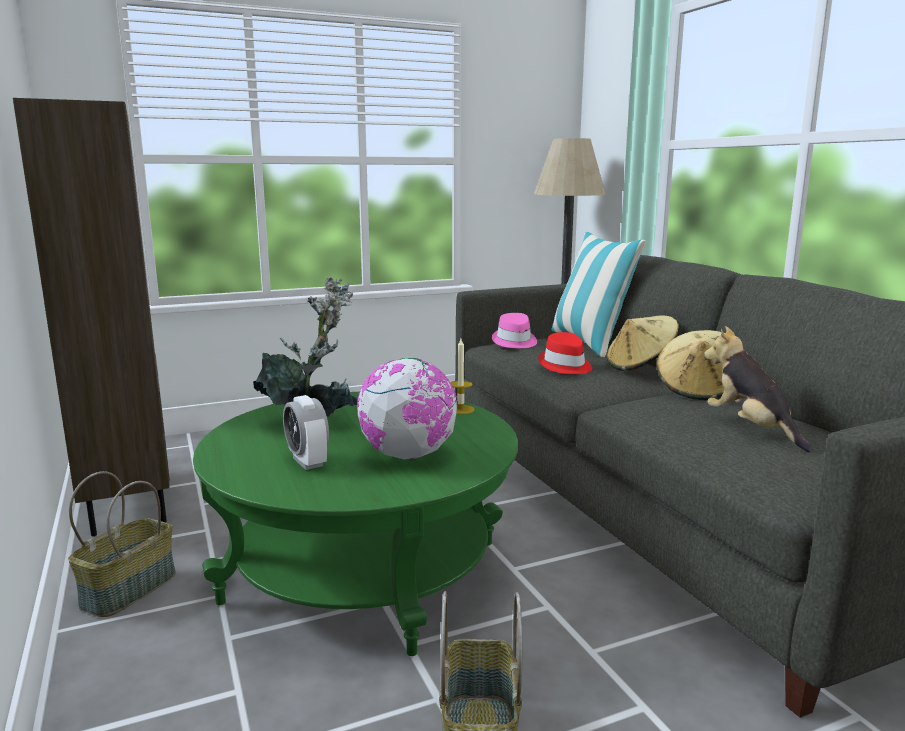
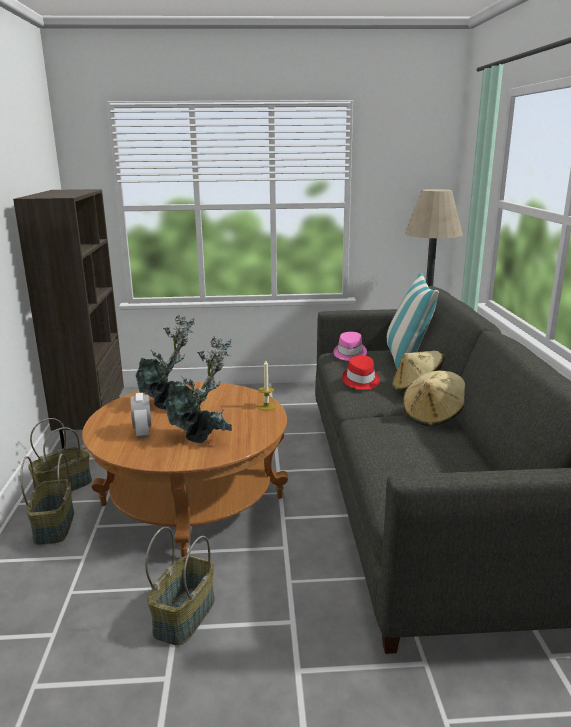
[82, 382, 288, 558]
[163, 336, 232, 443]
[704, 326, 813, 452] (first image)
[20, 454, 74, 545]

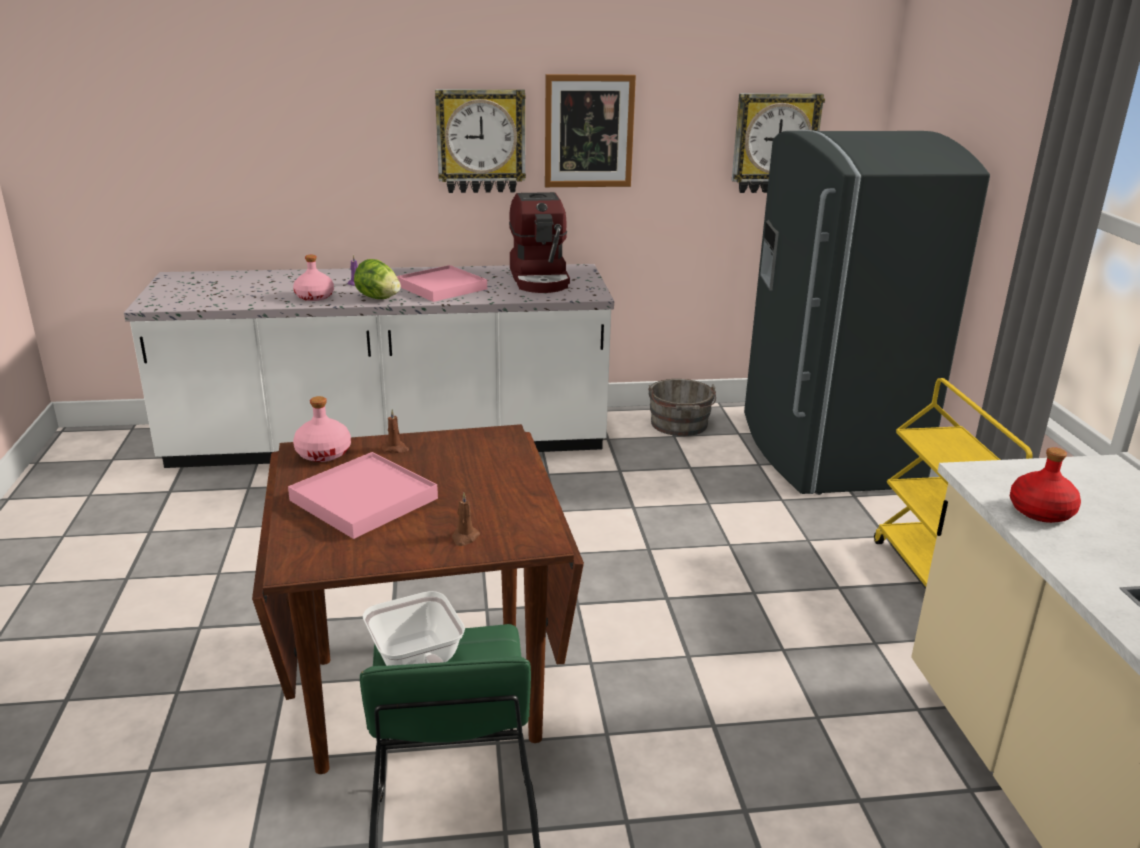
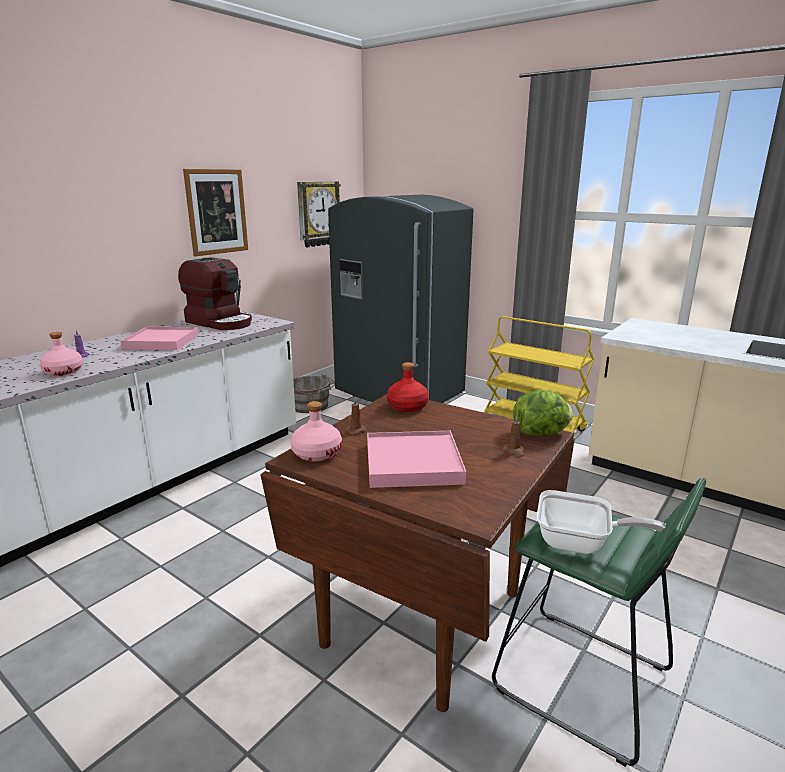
[513, 390, 573, 436]
[435, 89, 526, 193] (first image)
[387, 362, 429, 412]

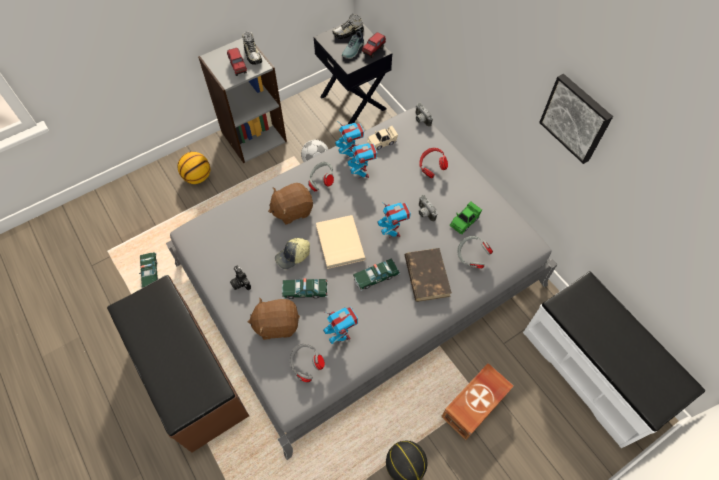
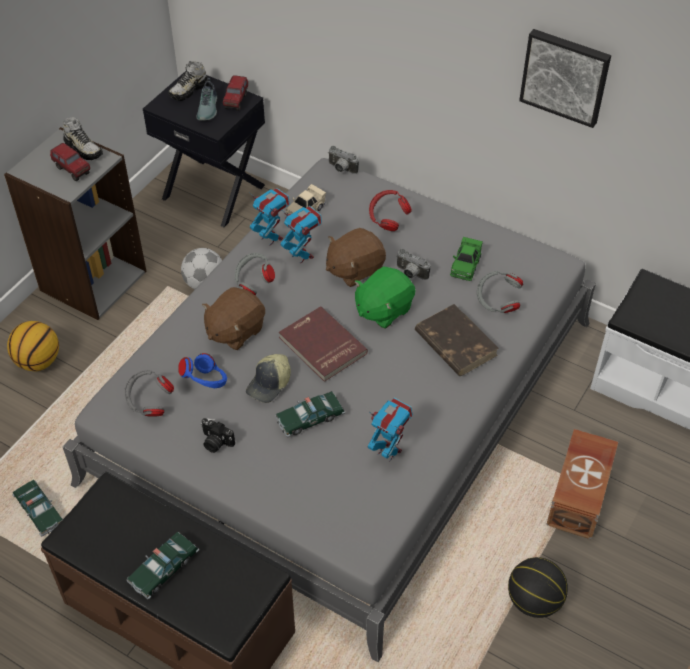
[326, 228, 386, 287]
[124, 370, 174, 416]
[279, 306, 368, 382]
[127, 532, 199, 599]
[354, 267, 416, 329]
[178, 353, 227, 388]

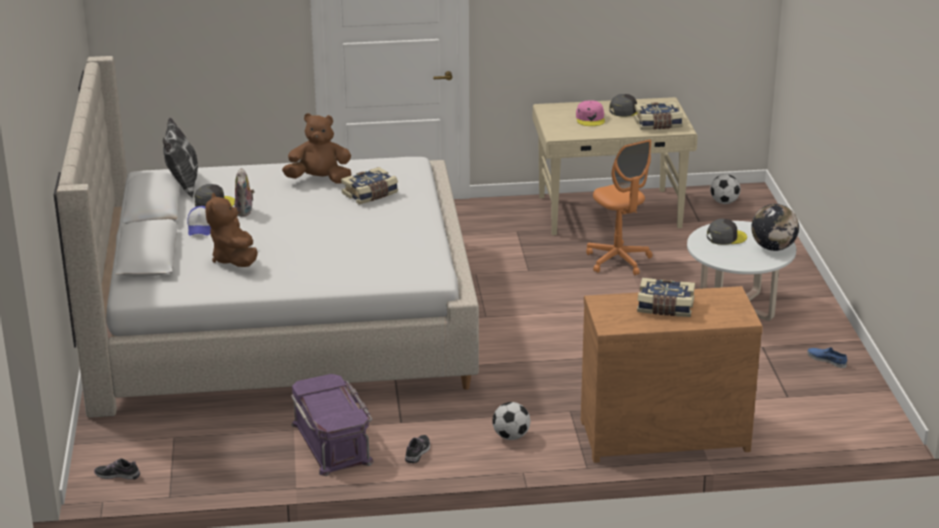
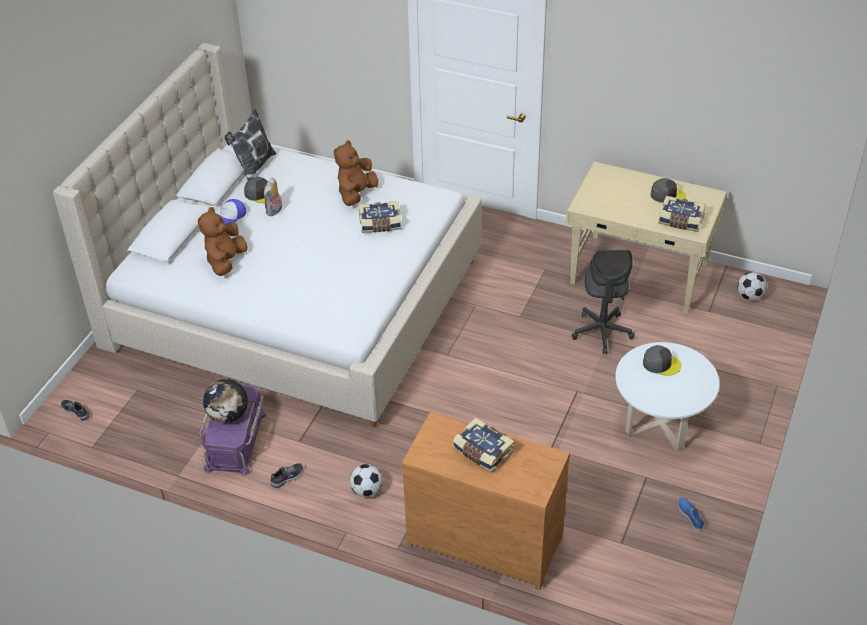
[334, 140, 378, 206]
[576, 100, 605, 126] (first image)
[572, 250, 635, 354]
[203, 379, 248, 423]

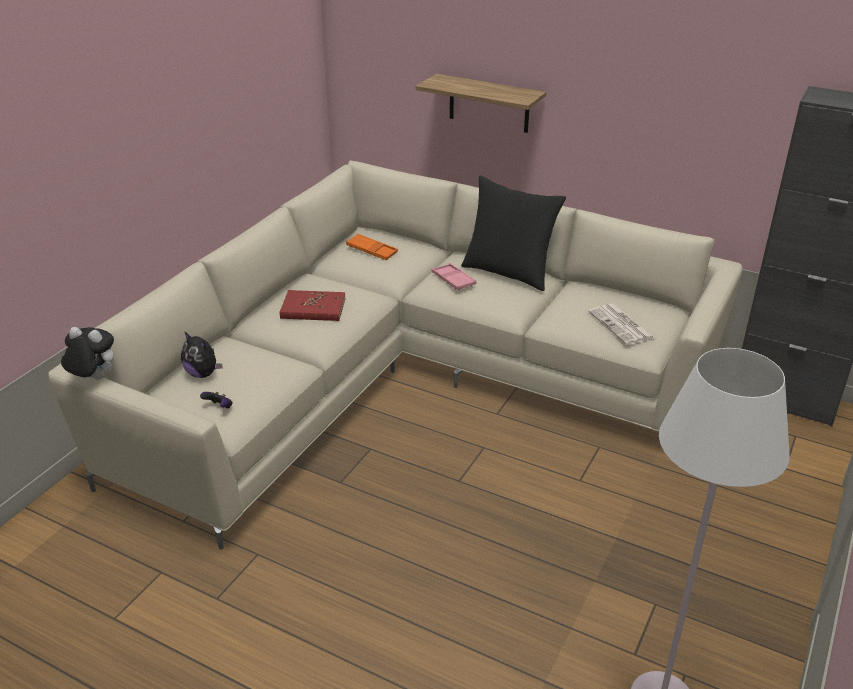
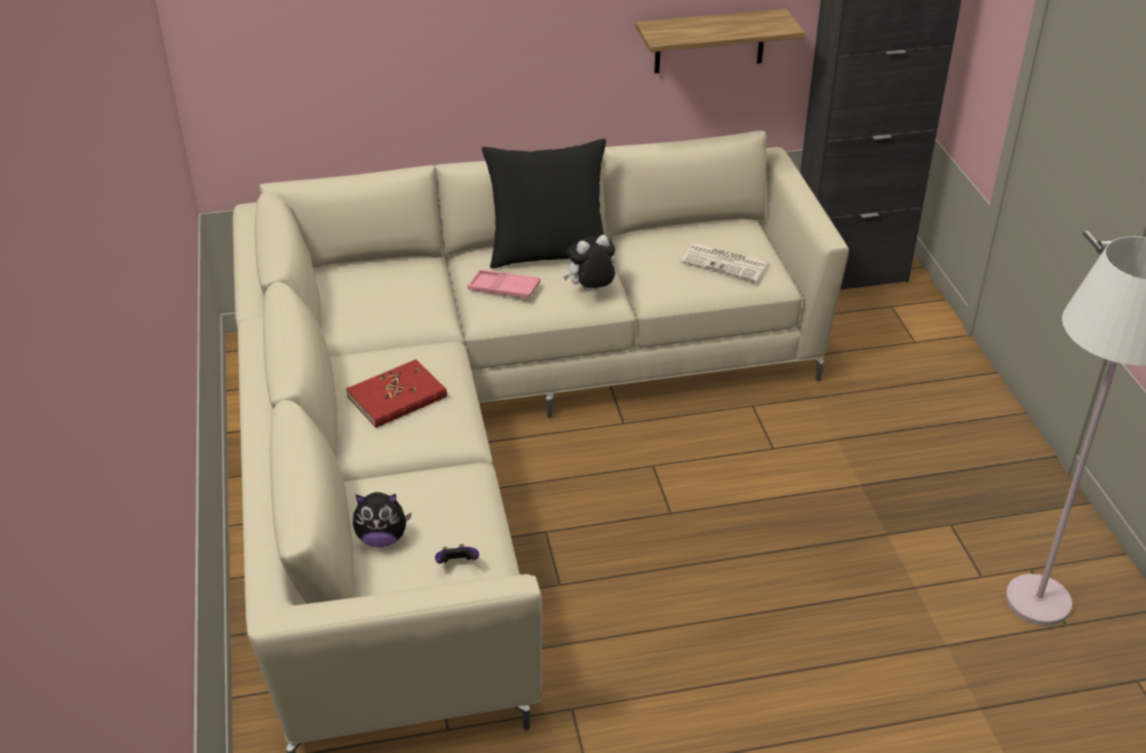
[563, 235, 616, 291]
[346, 234, 398, 260] (first image)
[636, 8, 805, 73]

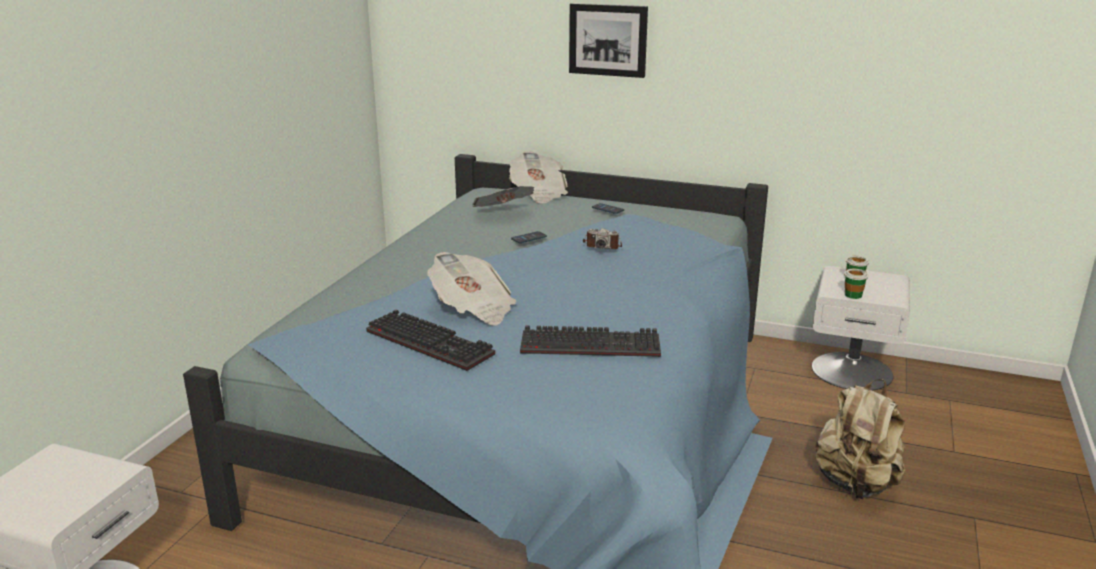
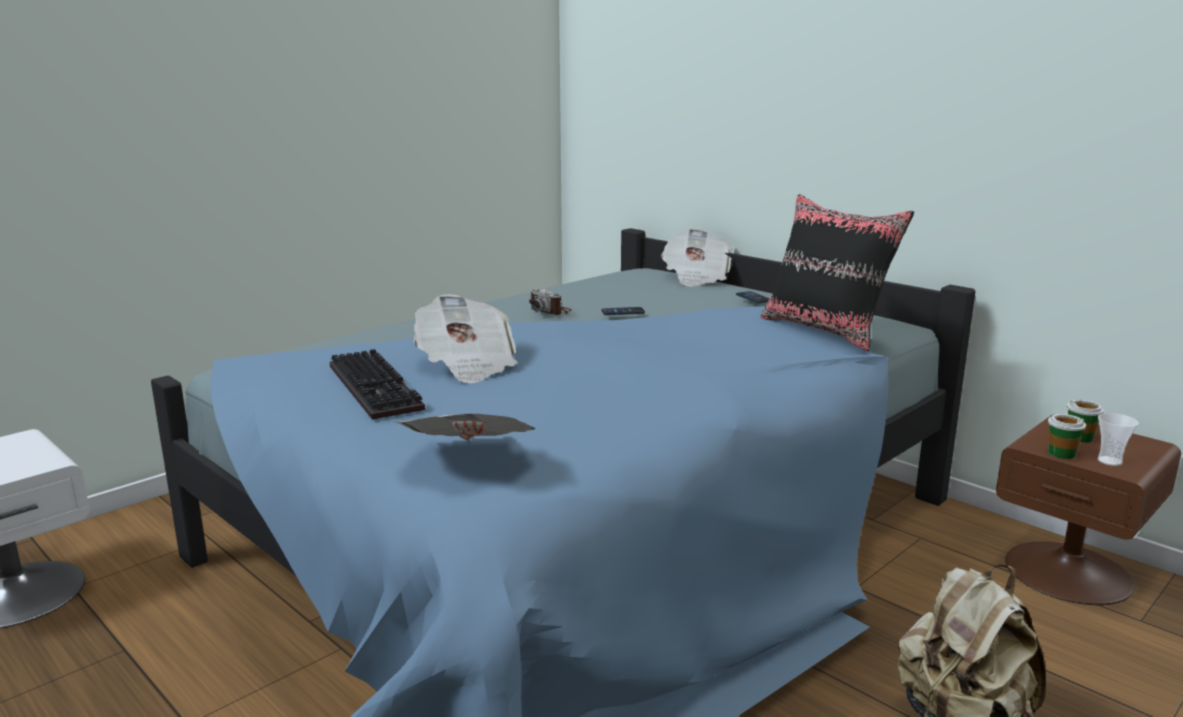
[395, 414, 535, 440]
[520, 325, 661, 357] (first image)
[569, 3, 648, 78] (first image)
[529, 288, 572, 315]
[996, 414, 1181, 605]
[760, 194, 914, 351]
[1098, 413, 1139, 466]

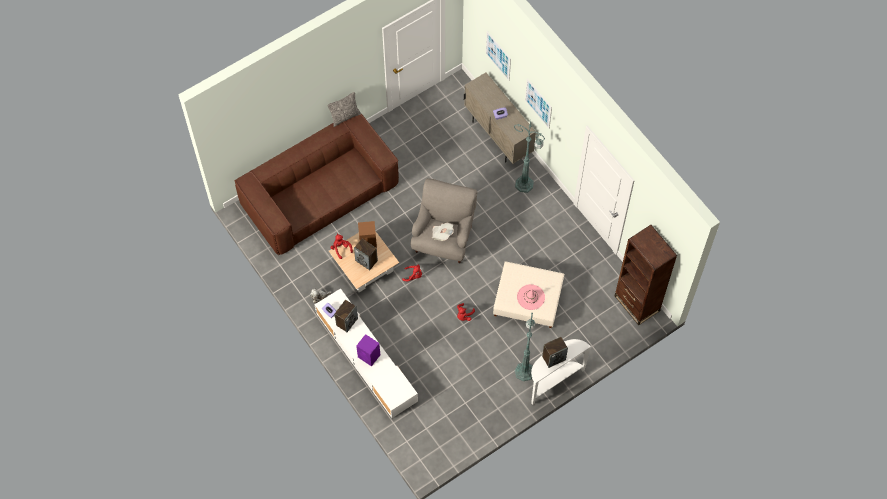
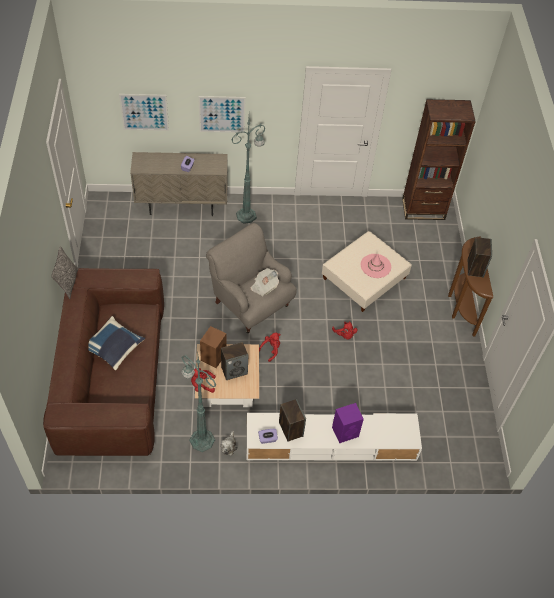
[181, 355, 216, 452]
[448, 237, 493, 336]
[88, 316, 145, 370]

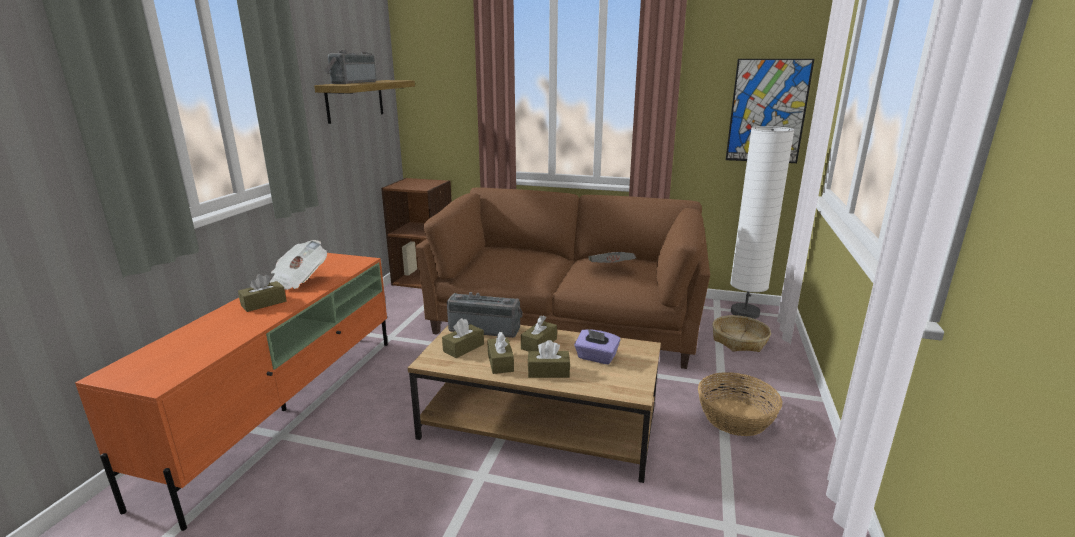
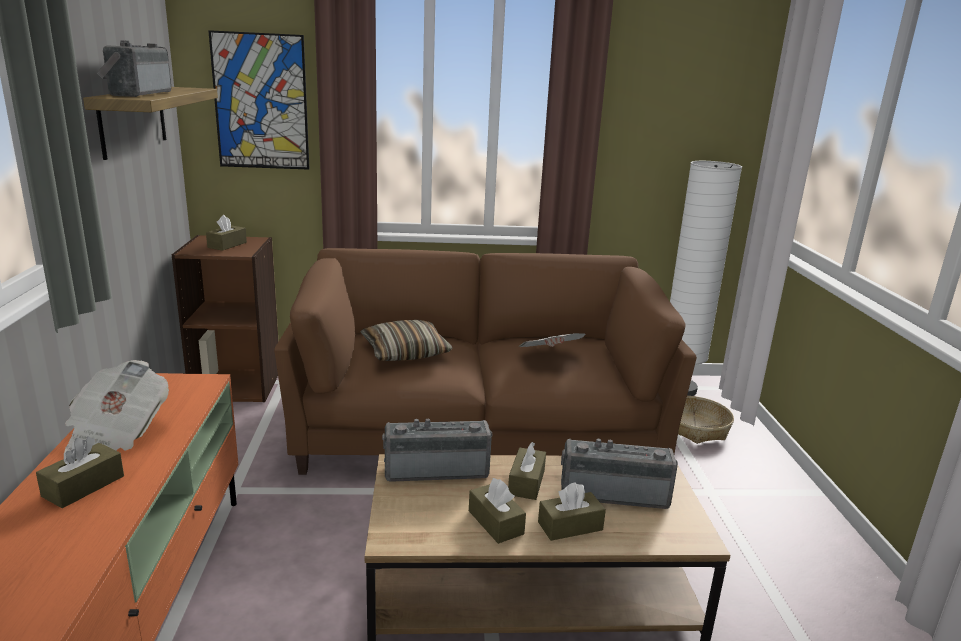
[206, 215, 247, 251]
[561, 439, 678, 509]
[698, 372, 783, 436] (first image)
[208, 30, 309, 170]
[360, 320, 453, 361]

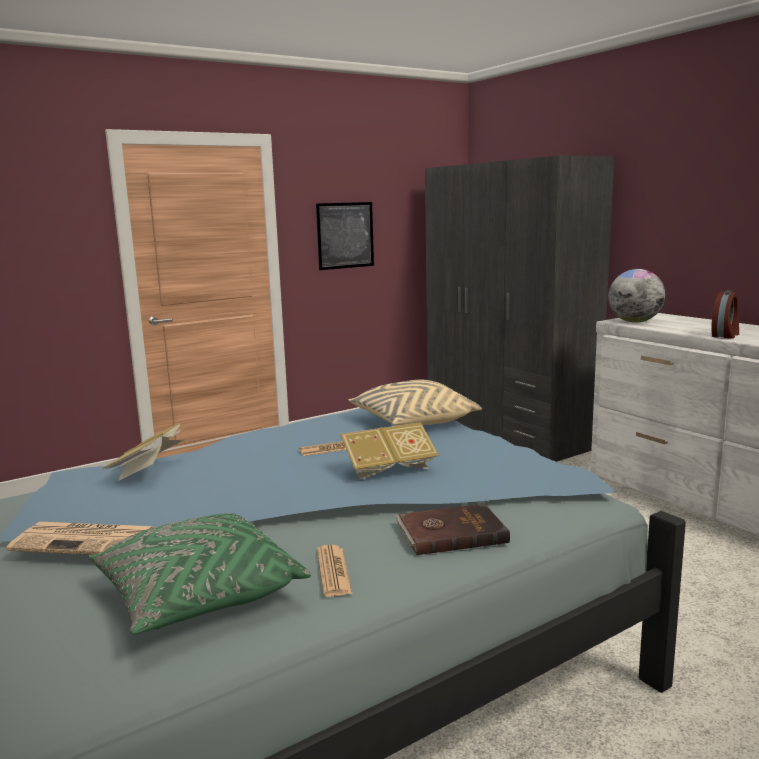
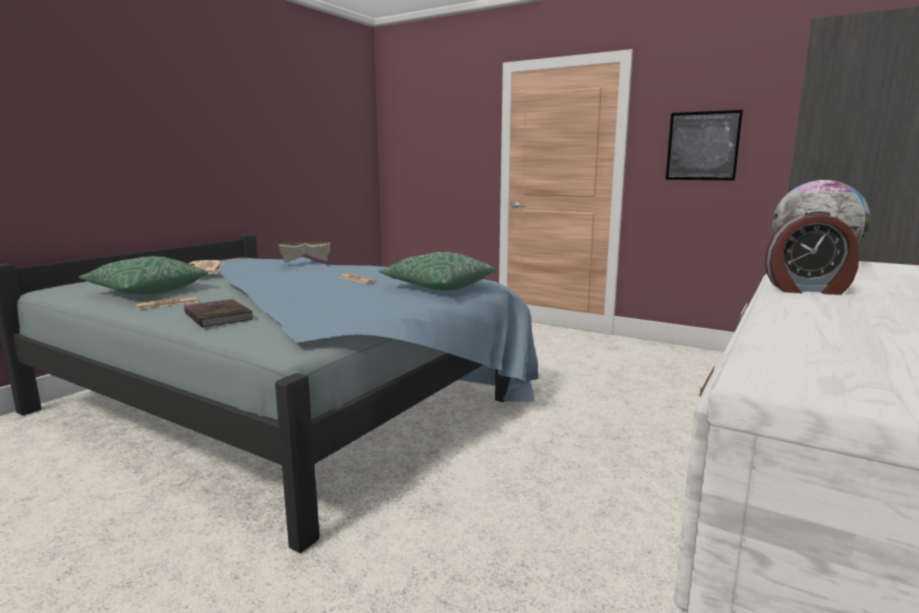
[340, 422, 439, 480] (first image)
[378, 252, 495, 290]

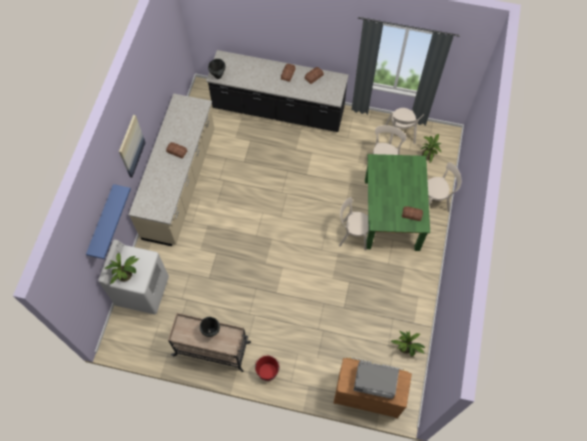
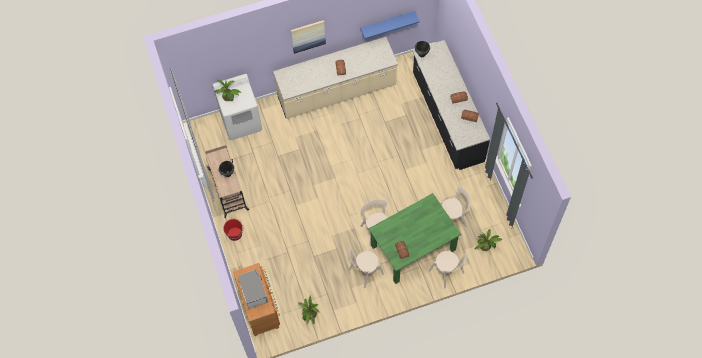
[360, 11, 420, 39]
[349, 249, 384, 288]

